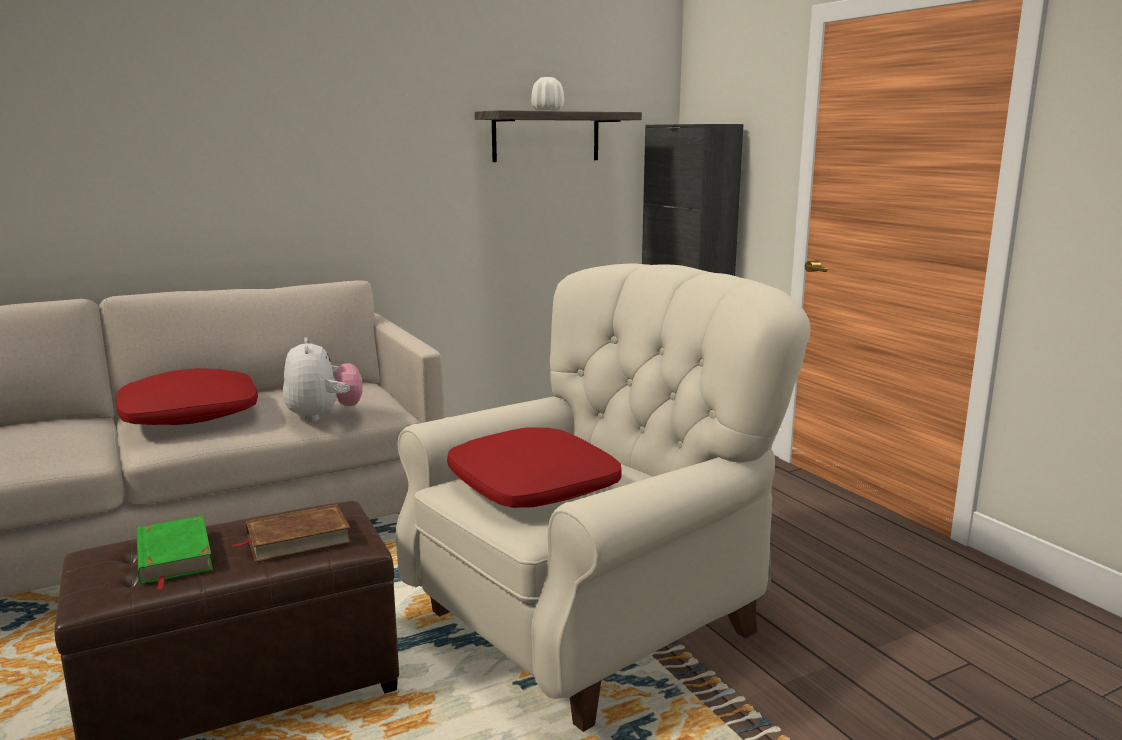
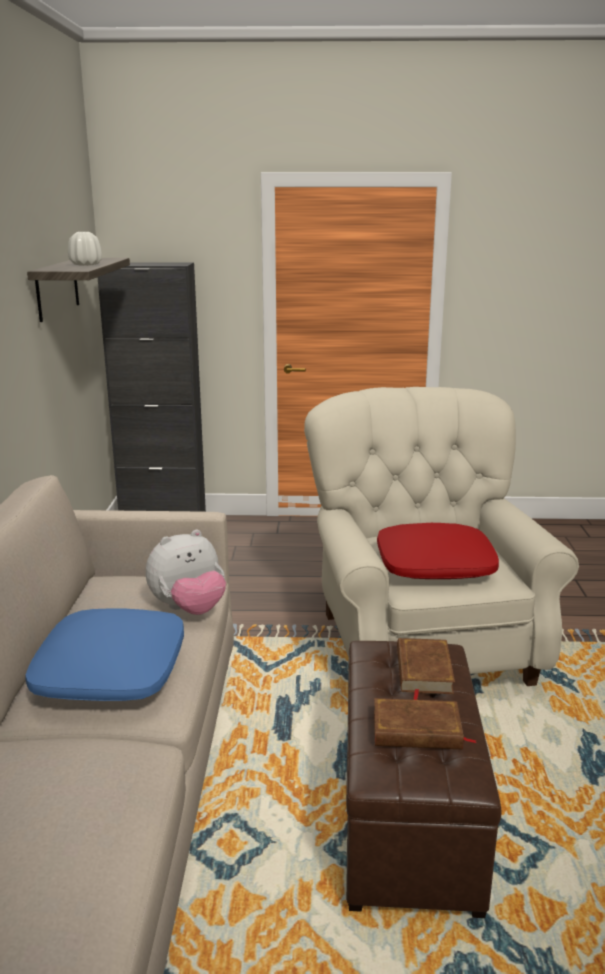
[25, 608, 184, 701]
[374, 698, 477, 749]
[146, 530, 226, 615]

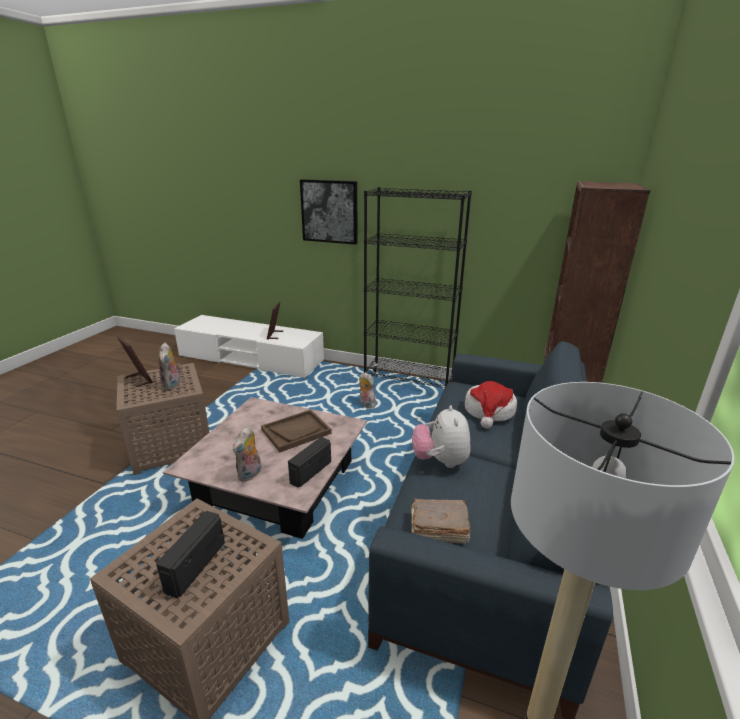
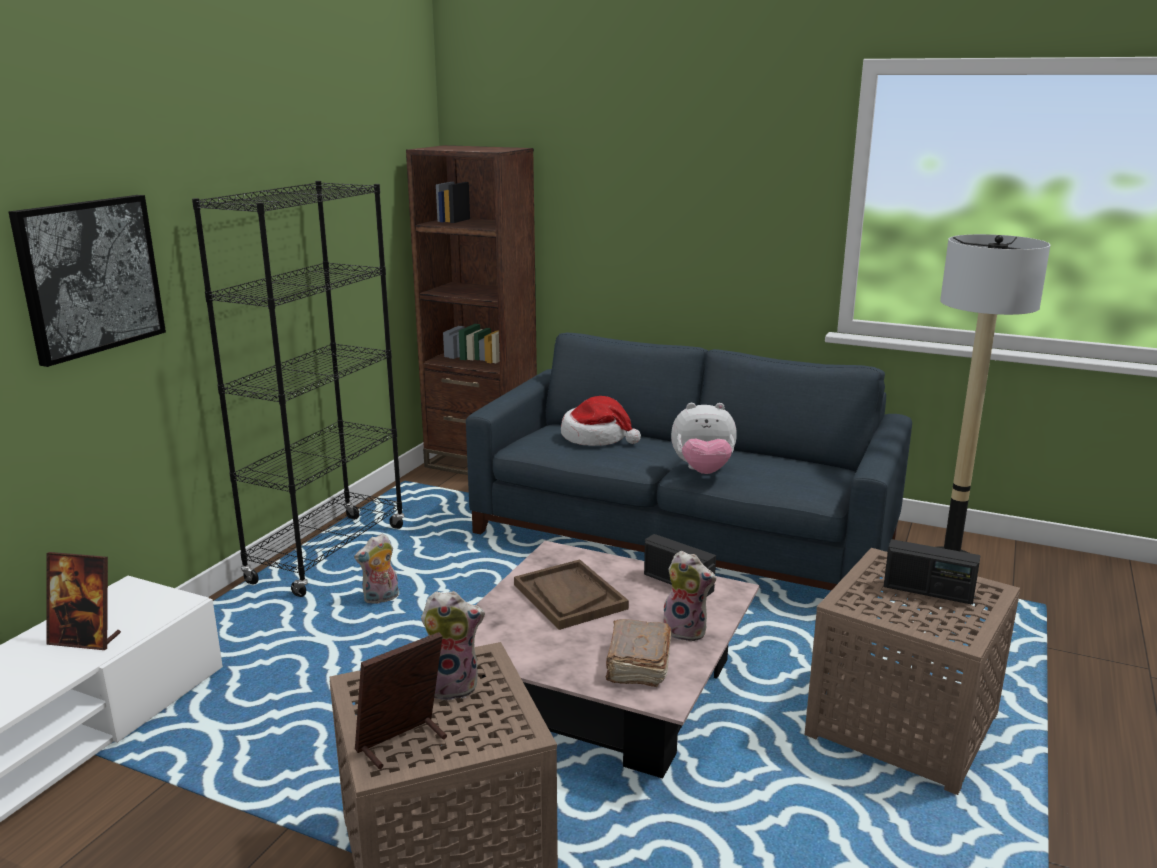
[605, 619, 671, 687]

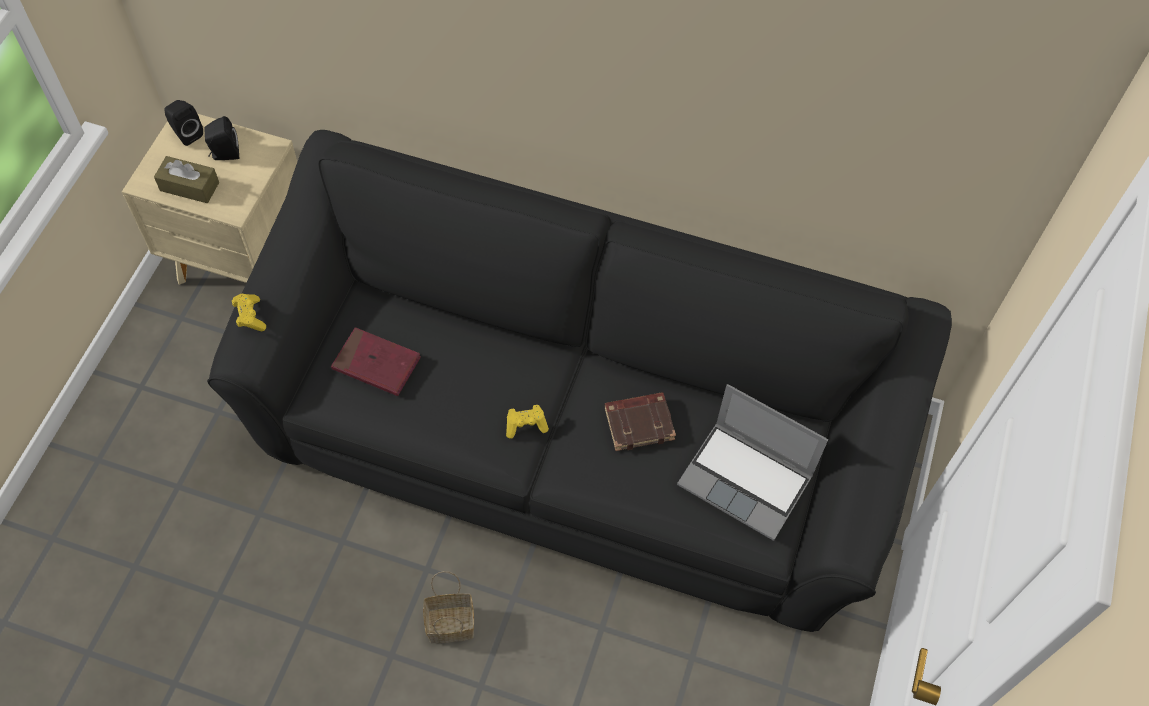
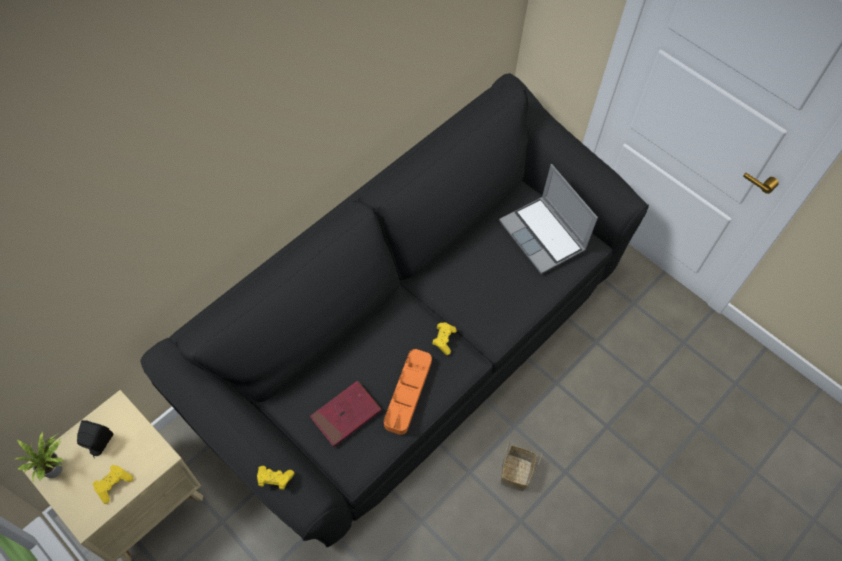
[93, 465, 133, 504]
[15, 431, 65, 481]
[604, 392, 676, 451] (first image)
[499, 164, 598, 274]
[384, 349, 432, 435]

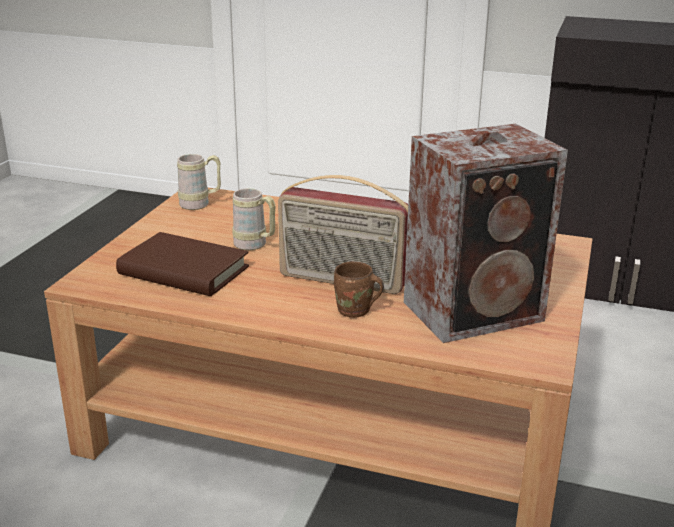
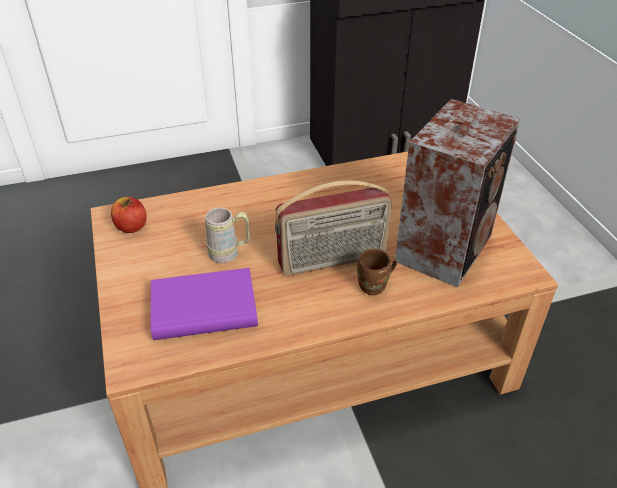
[151, 268, 258, 340]
[111, 197, 147, 233]

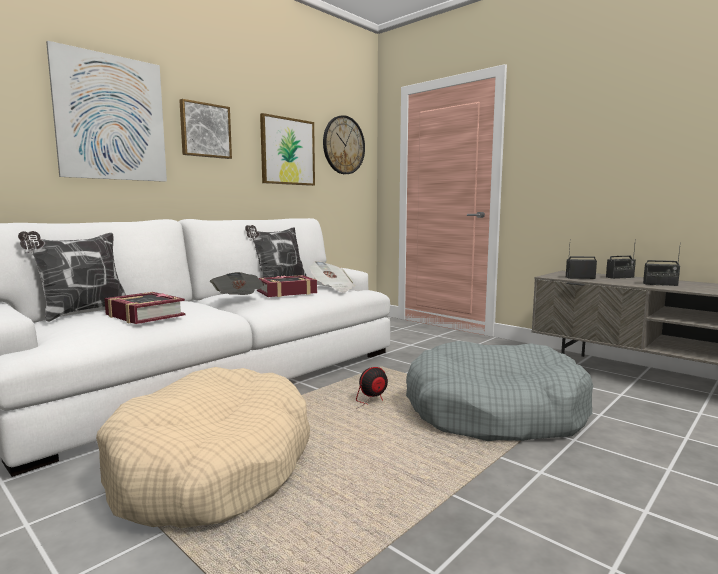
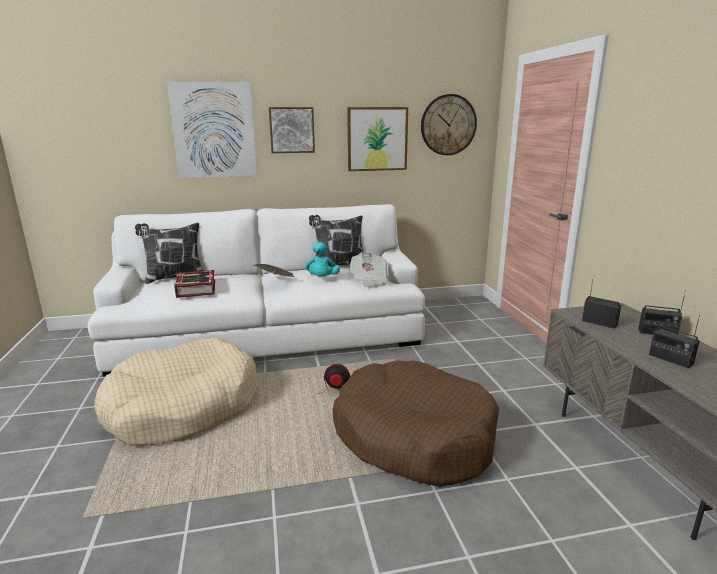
[306, 242, 340, 277]
[333, 361, 499, 487]

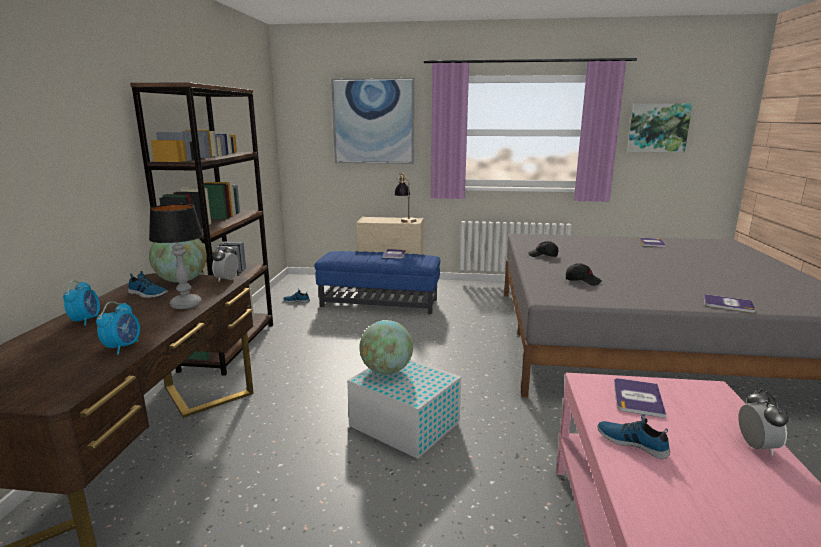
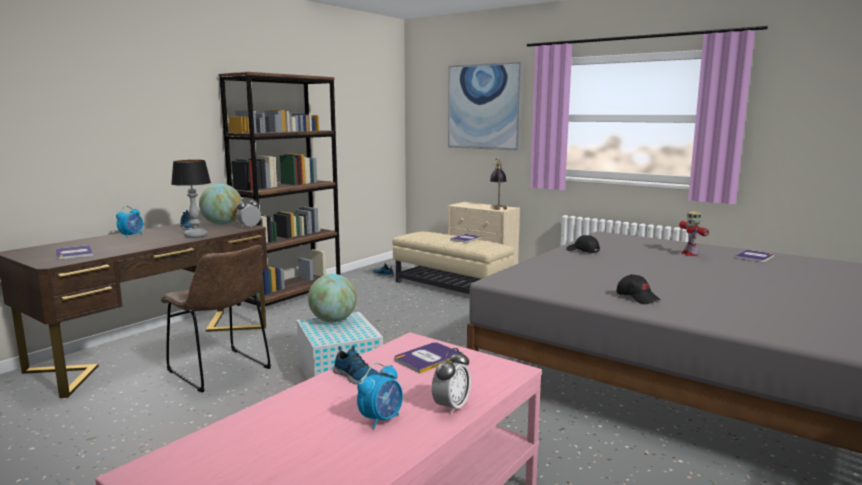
[357, 363, 403, 430]
[392, 231, 514, 294]
[616, 274, 660, 304]
[333, 345, 382, 385]
[627, 103, 693, 152] (first image)
[56, 245, 94, 260]
[161, 245, 271, 392]
[679, 211, 709, 256]

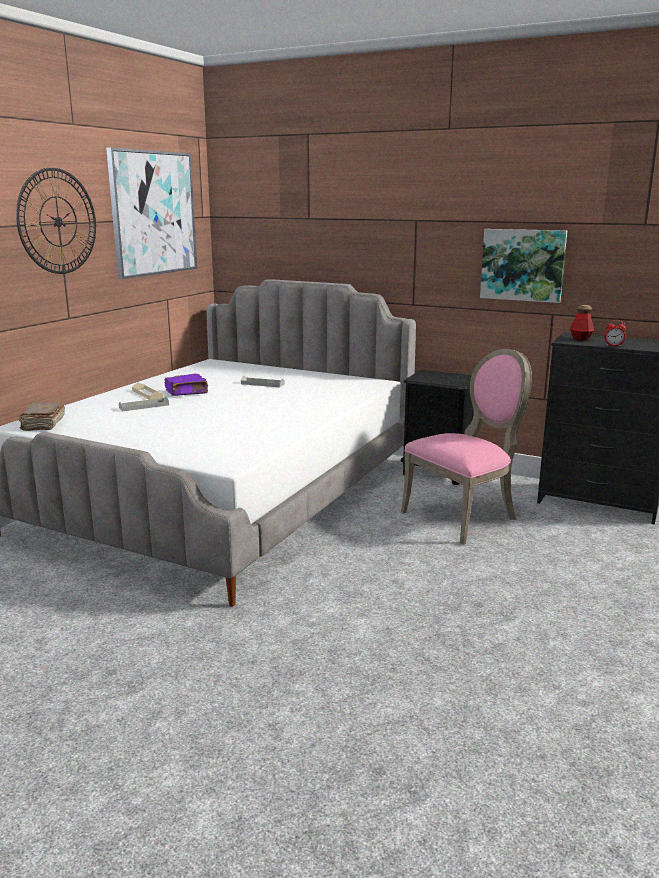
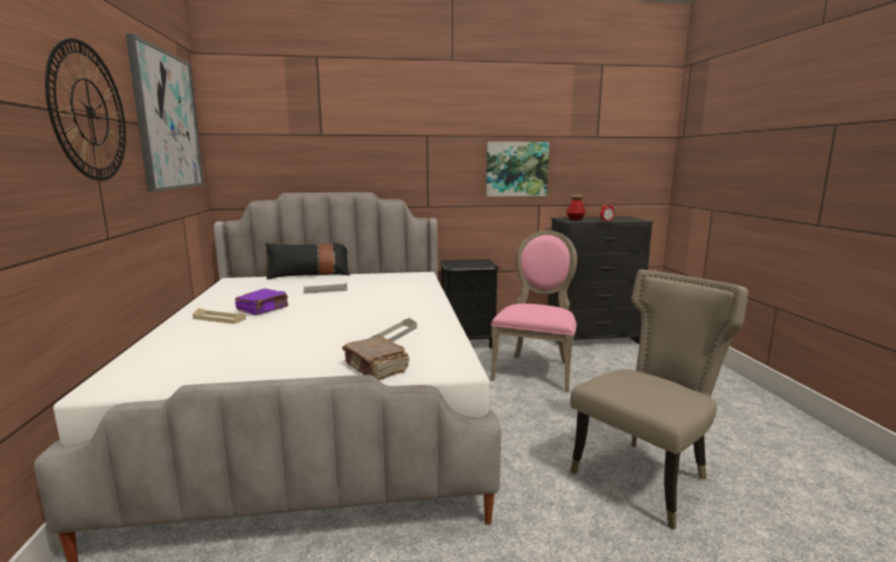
[342, 336, 409, 380]
[371, 318, 417, 342]
[266, 243, 350, 280]
[570, 269, 748, 530]

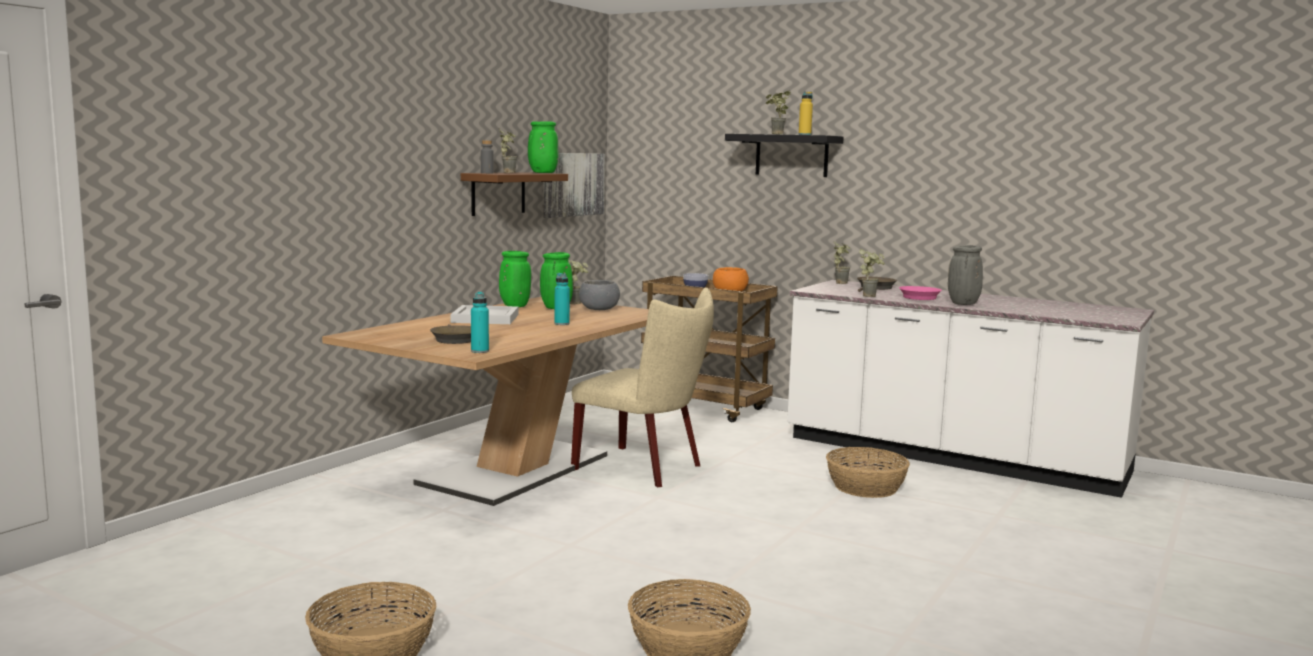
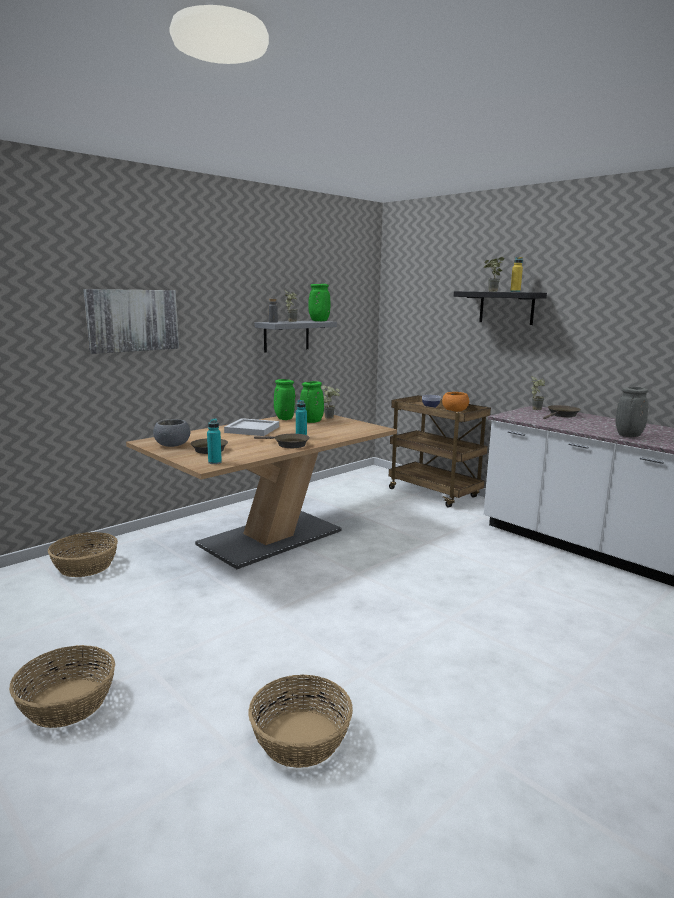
[255, 321, 337, 353]
[83, 289, 179, 354]
[571, 288, 714, 487] (first image)
[153, 419, 190, 447]
[48, 532, 118, 577]
[859, 249, 885, 297] (first image)
[899, 286, 942, 300] (first image)
[254, 434, 310, 448]

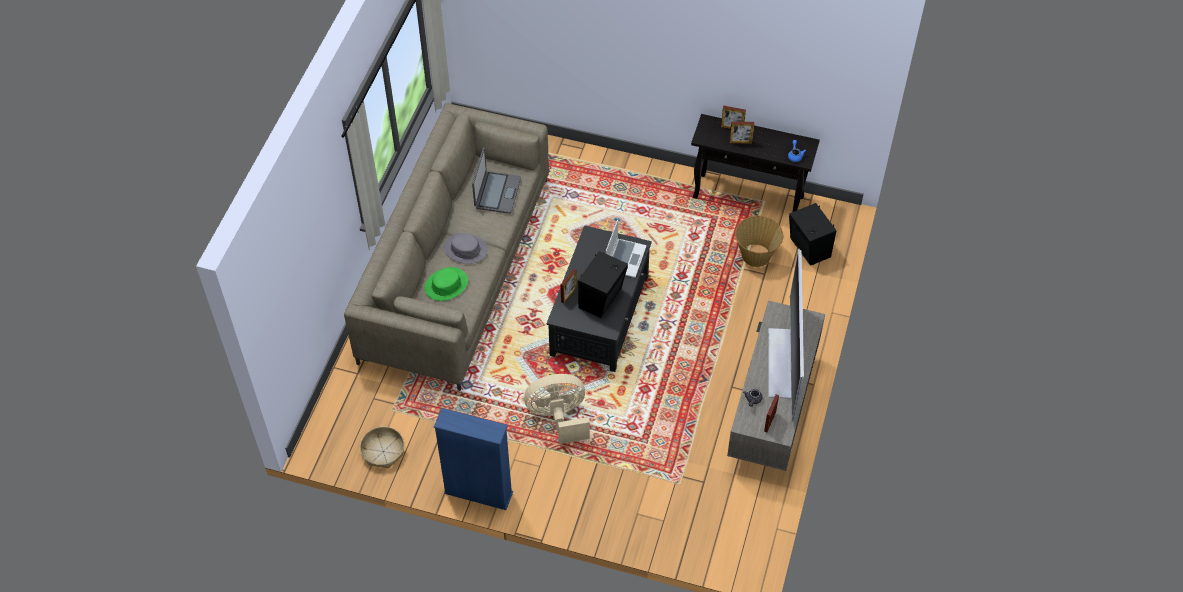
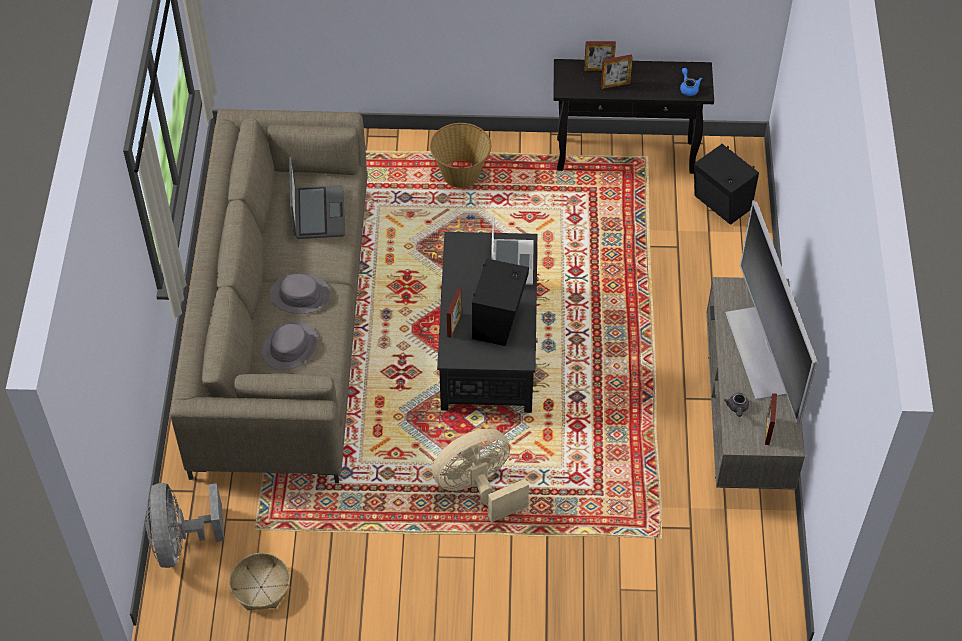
[261, 321, 318, 370]
[434, 408, 513, 510] (first image)
[430, 123, 491, 188]
[146, 483, 224, 568]

